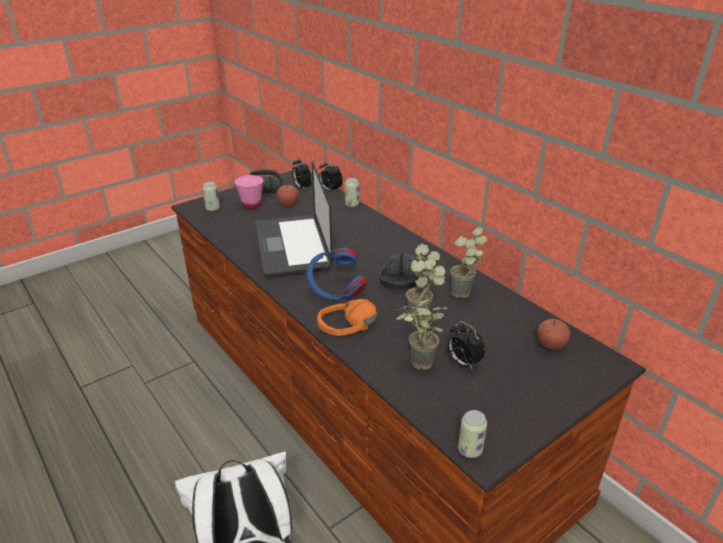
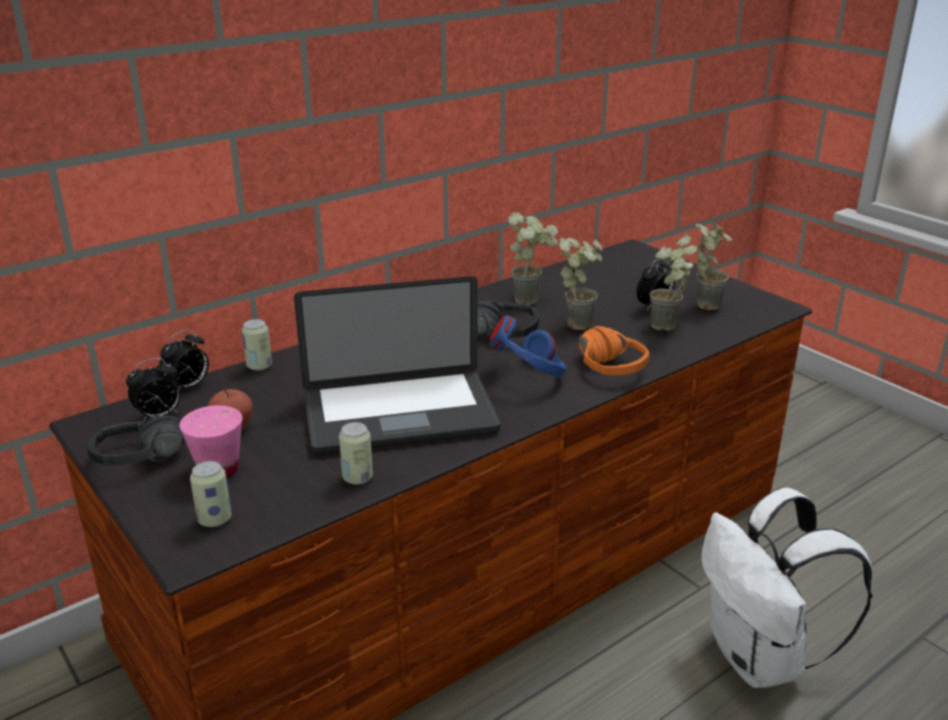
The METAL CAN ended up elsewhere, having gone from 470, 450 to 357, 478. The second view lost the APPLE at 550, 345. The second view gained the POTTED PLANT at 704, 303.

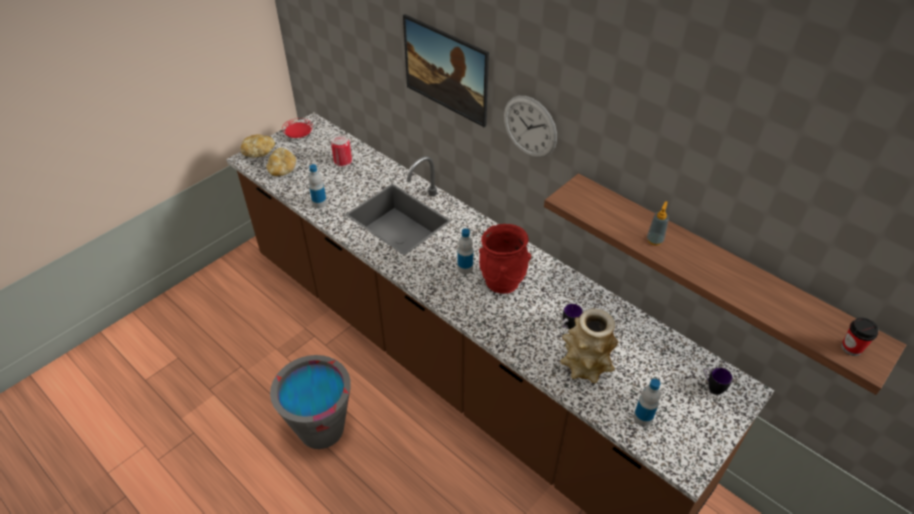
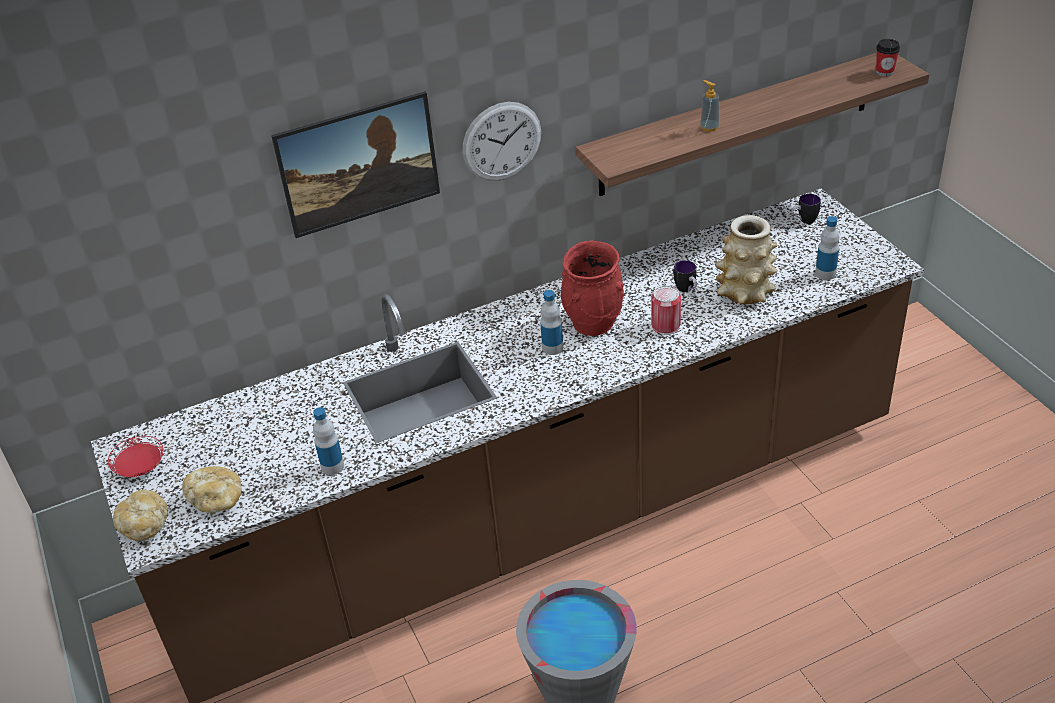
The METAL CAN ended up elsewhere, having gone from 343, 161 to 665, 325.

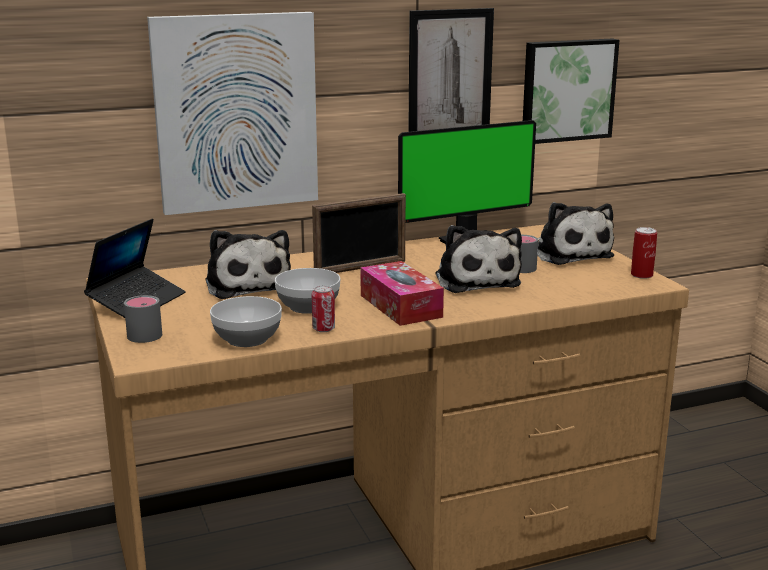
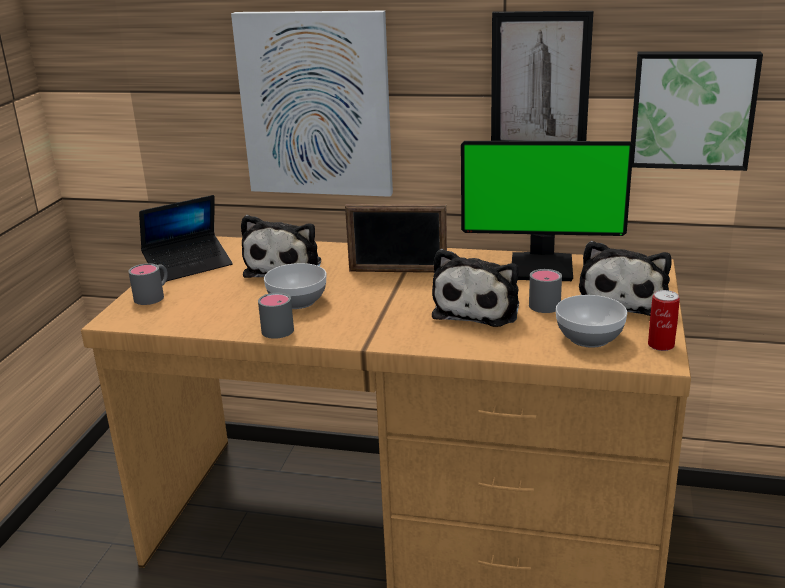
The SERVING BOWL ended up elsewhere, having gone from 248, 338 to 590, 338. Where the METAL CAN stood at 323, 329, the GREY COFFEE MUG came to stand at 274, 327. The second view lost the TISSUE HOLDER at 400, 306.

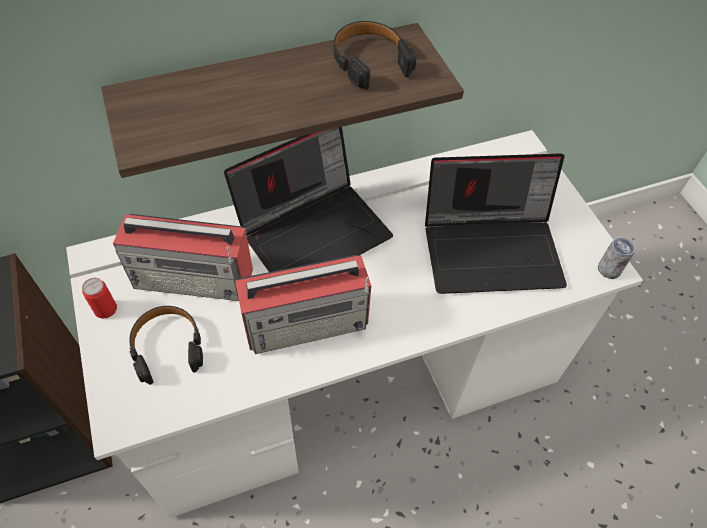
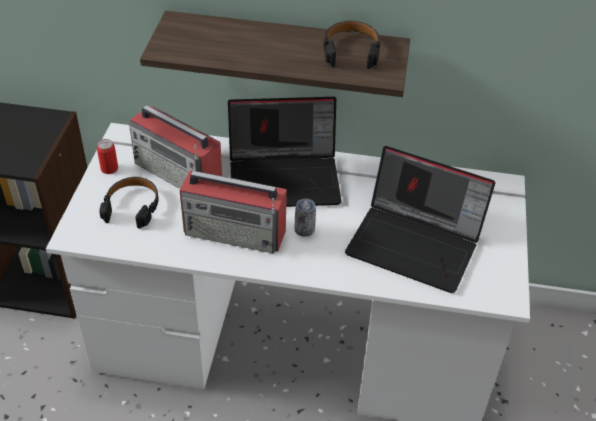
The METAL CAN ended up elsewhere, having gone from 608, 270 to 304, 230.

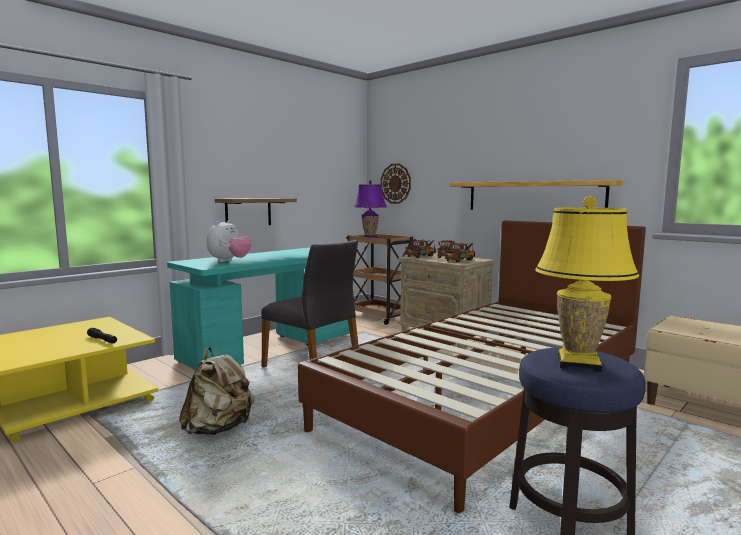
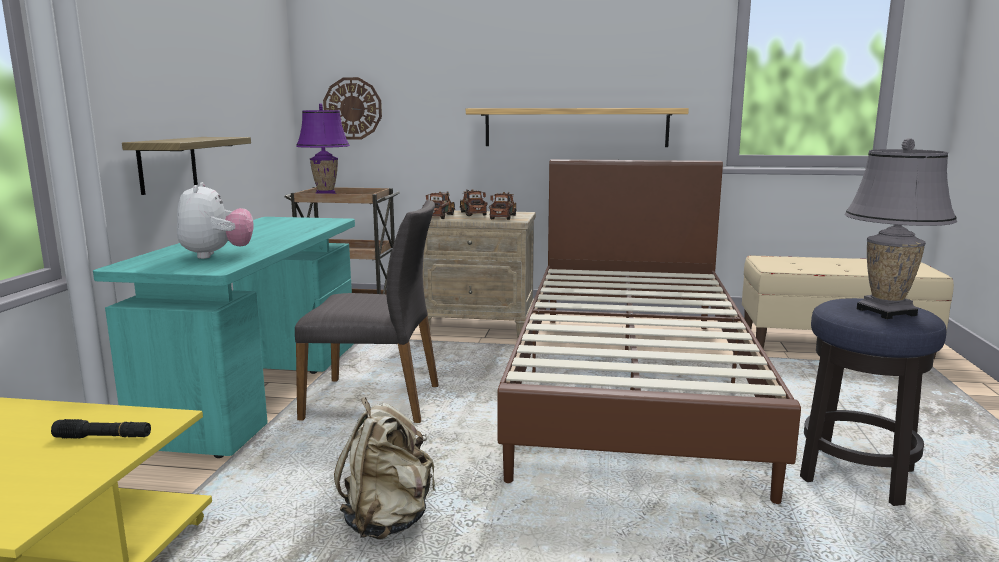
What was the YELLOWISH LAMP FOR A TABLE at 578, 363 turned into the GREY LAMP FOR A TABLE at 886, 312.

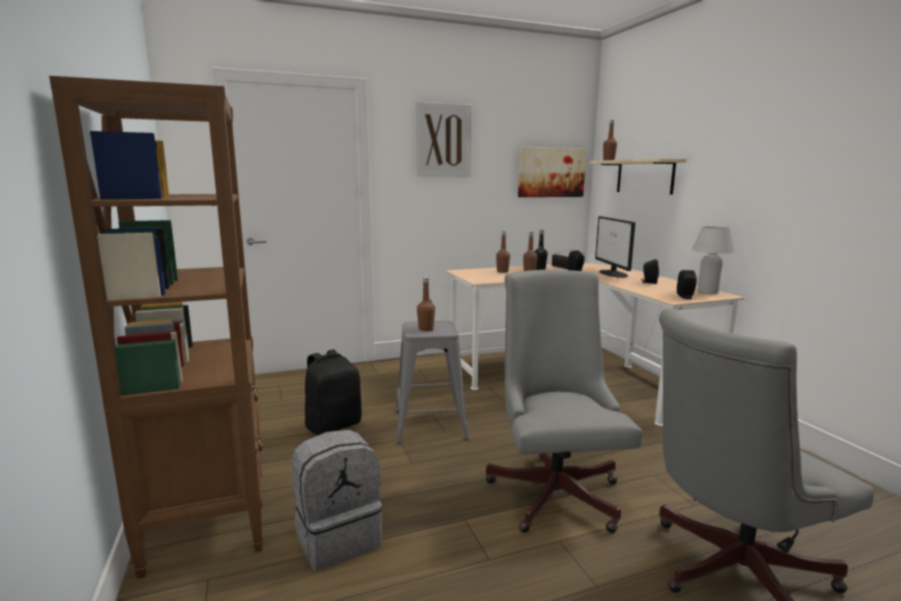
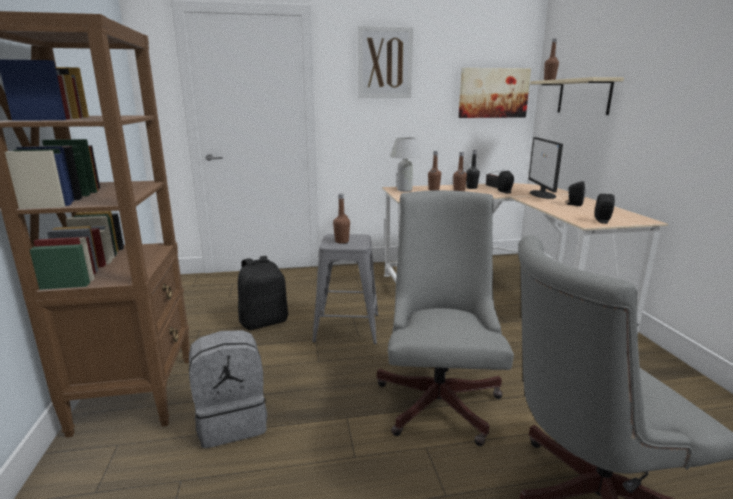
The WHITE LAMP FOR A TABLE ended up elsewhere, having gone from 707, 292 to 404, 190.

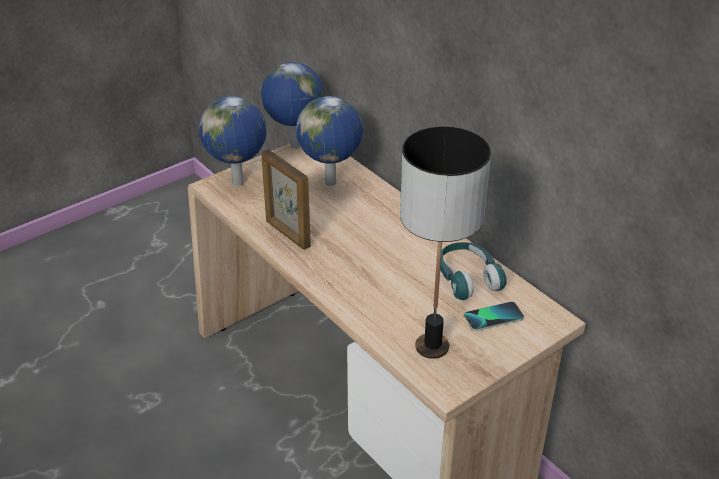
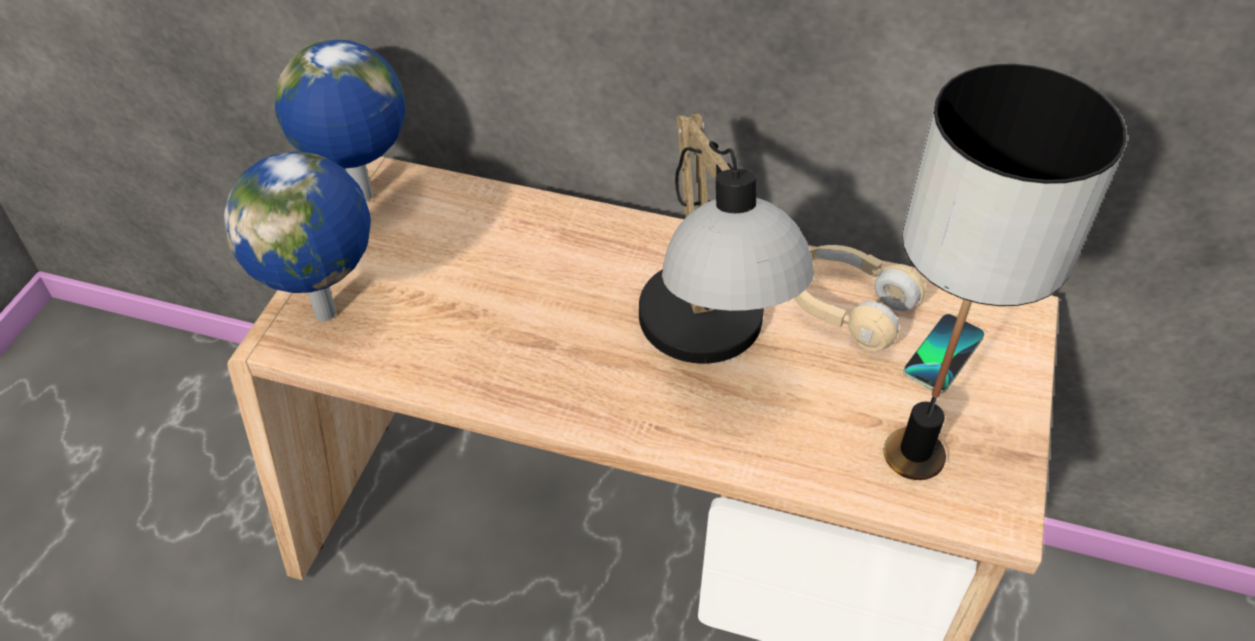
The second view lost the PICTURE FRAME at 287, 234. The second view lost the GLOBE at 332, 183. What was the TURQUOISE-COLOURED HEADSET at 467, 279 turned into the BEIGE-COLOURED HEADSET at 848, 307. The second view gained the LAMP FOR A TABLE at 710, 343.

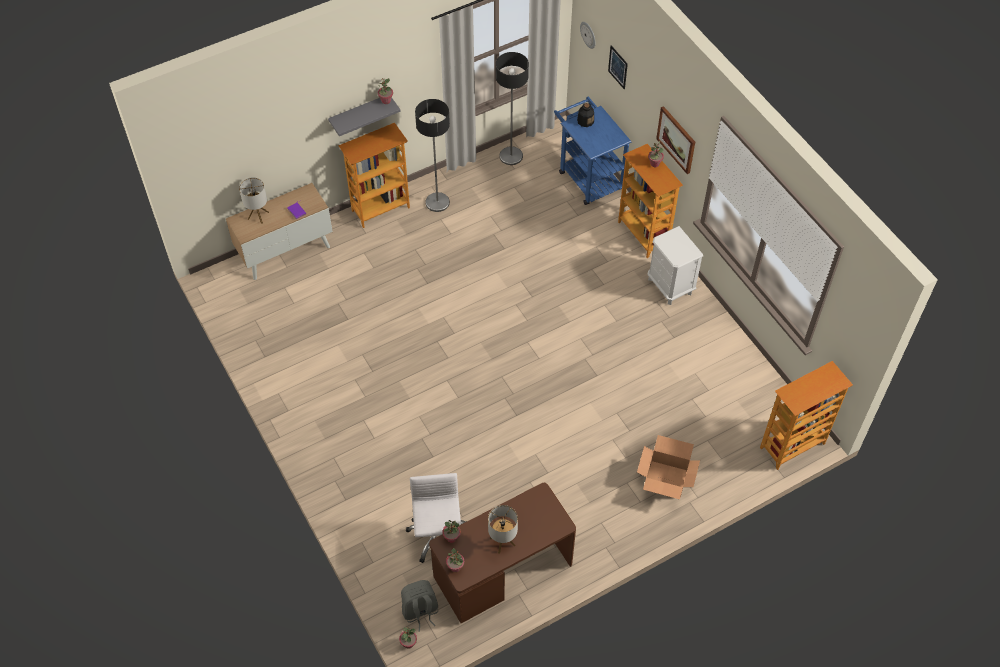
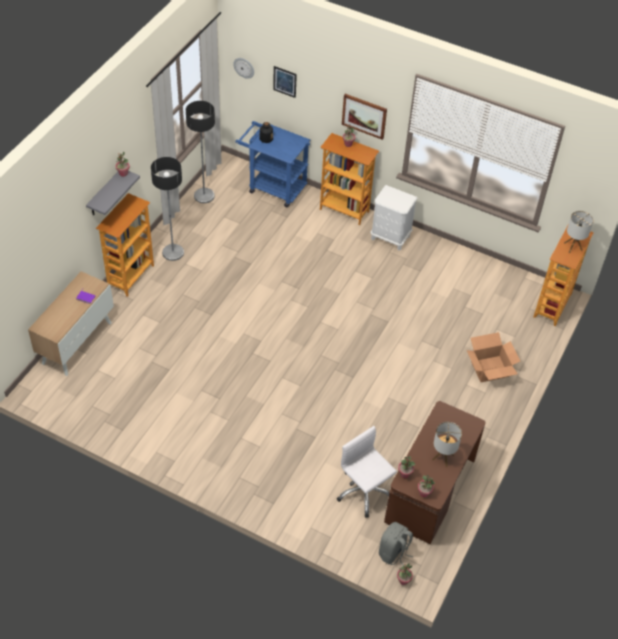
The LAMP FOR A TABLE ended up elsewhere, having gone from 258, 215 to 573, 246.

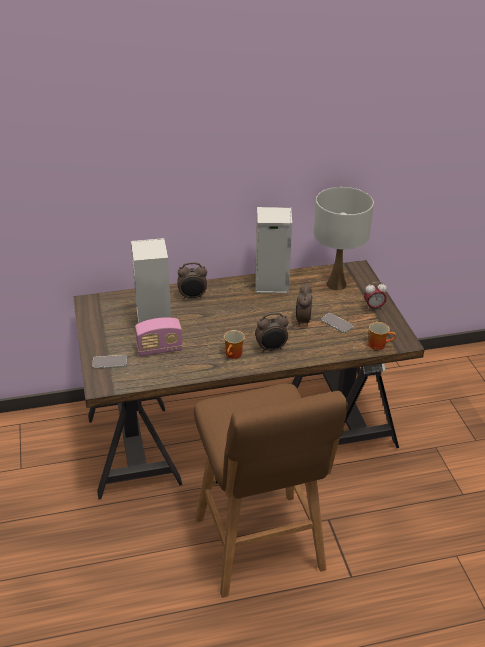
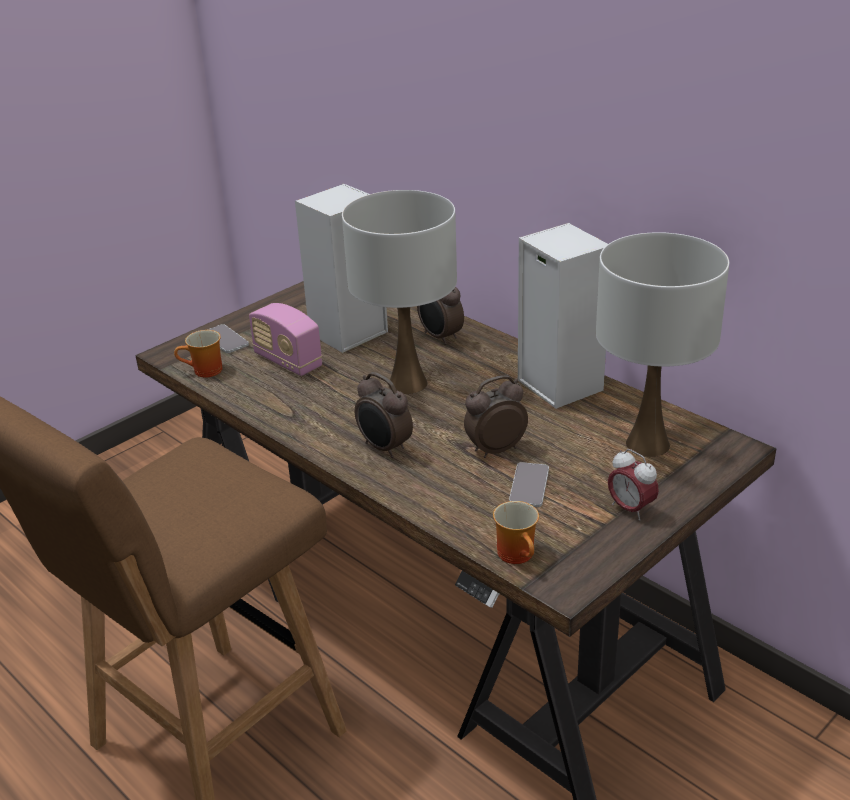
The COFFEE MUG ended up elsewhere, having gone from 234, 355 to 204, 372. The second view gained the WHITE LAMP FOR A TABLE at 407, 383.

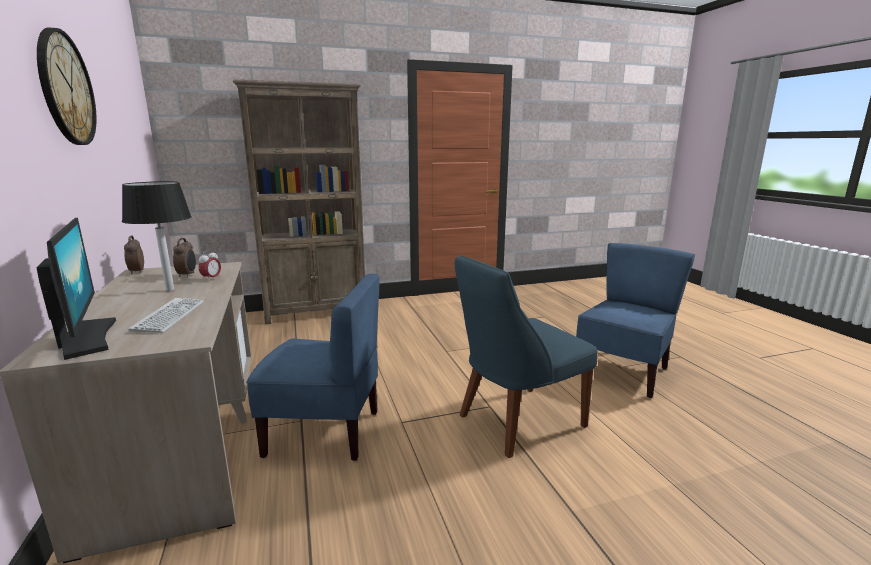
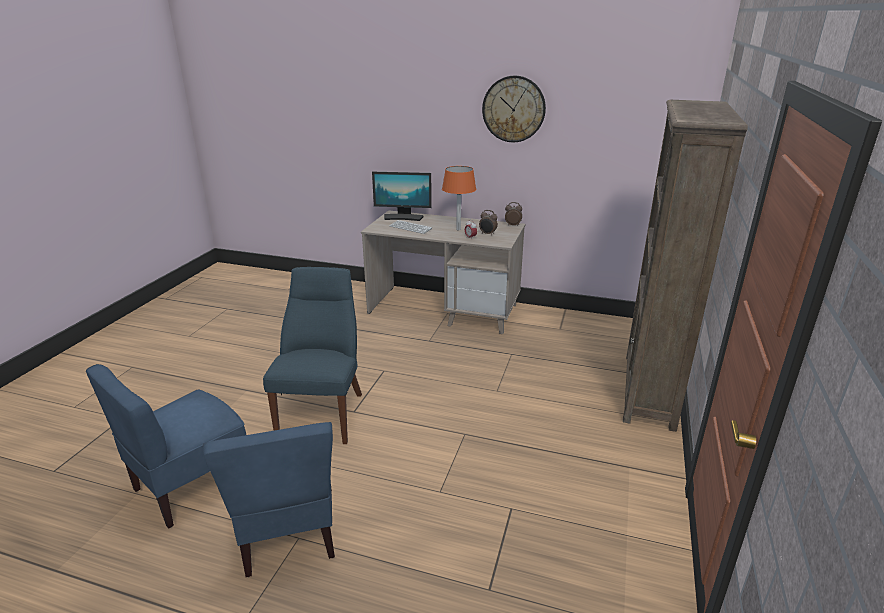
What was the BLACK-COLOURED LAMP FOR A TABLE at 170, 290 turned into the ORANGEY LAMP FOR A TABLE at 458, 229. The BLUE PLAIN CHAIR ended up elsewhere, having gone from 324, 432 to 191, 485.

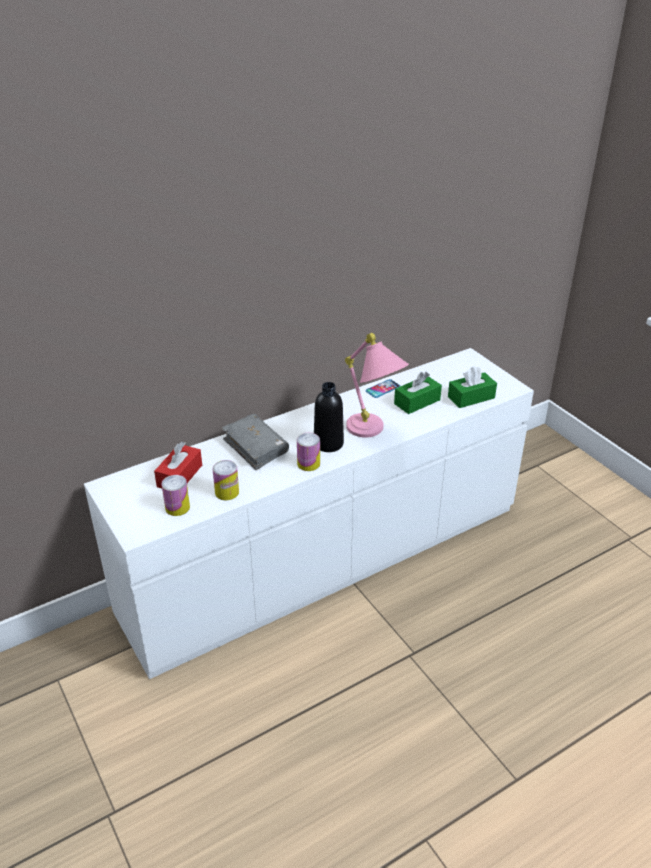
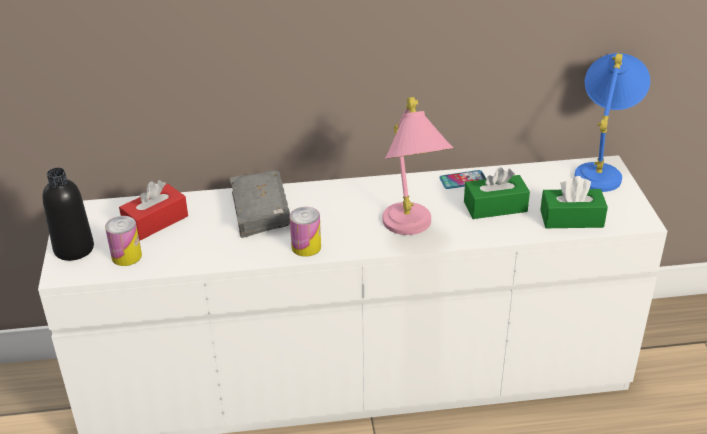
The second view lost the METAL CAN at 227, 492. The BLACK-COLOURED DRINK BOTTLE ended up elsewhere, having gone from 328, 443 to 74, 249. The second view gained the BLUE LAMP FOR A TABLE at 601, 169.

